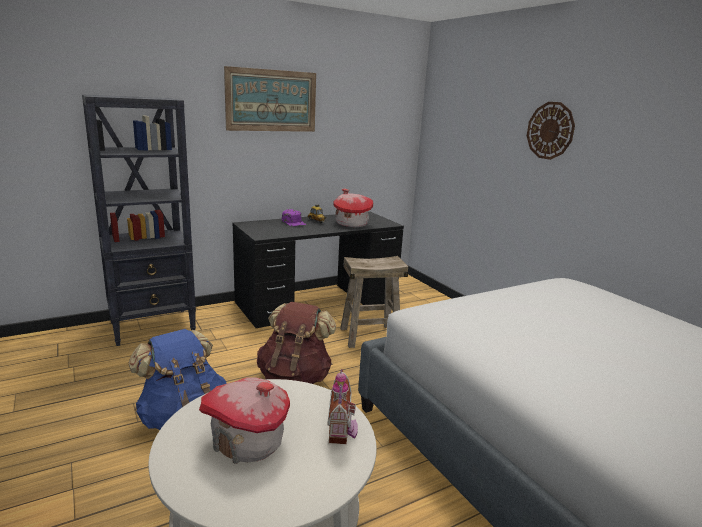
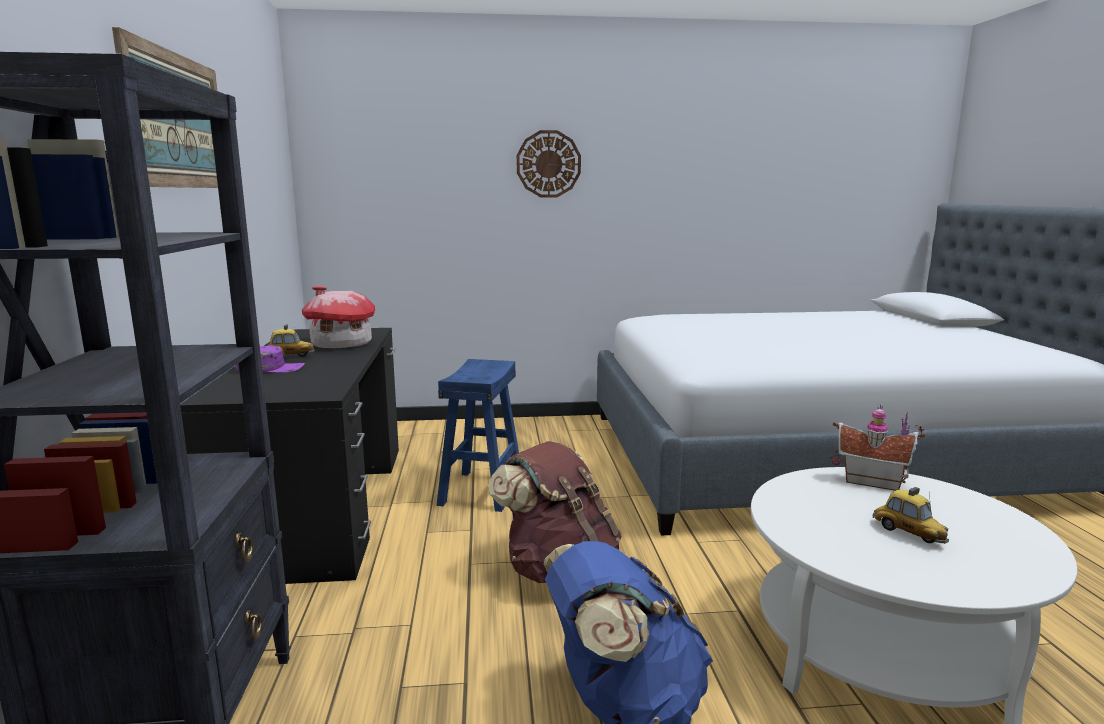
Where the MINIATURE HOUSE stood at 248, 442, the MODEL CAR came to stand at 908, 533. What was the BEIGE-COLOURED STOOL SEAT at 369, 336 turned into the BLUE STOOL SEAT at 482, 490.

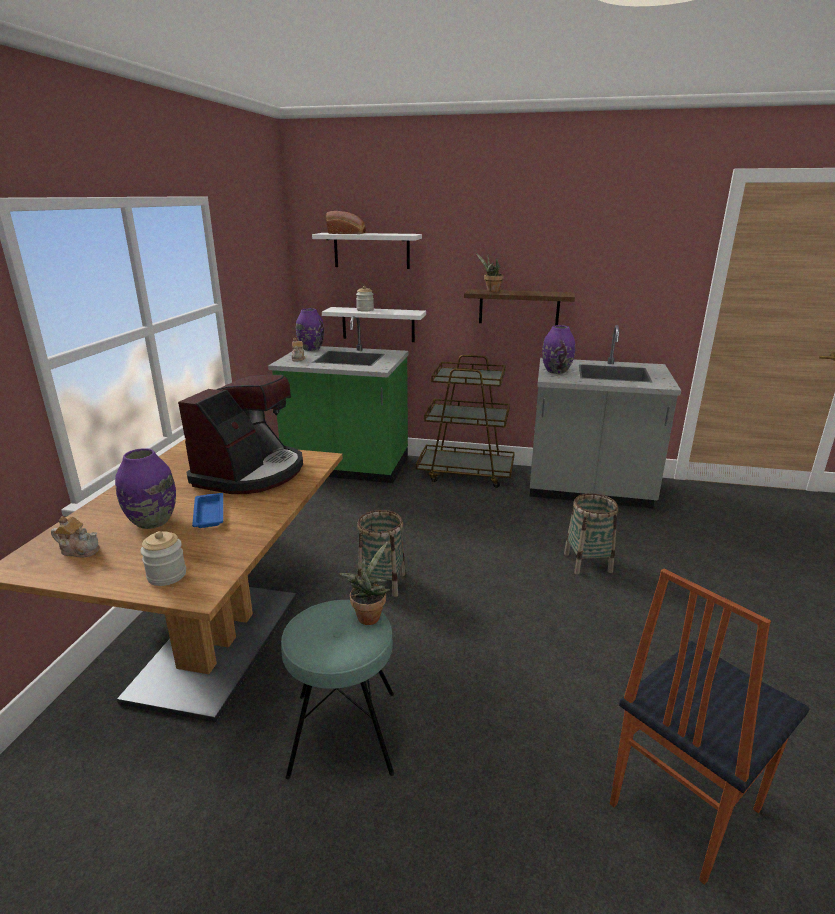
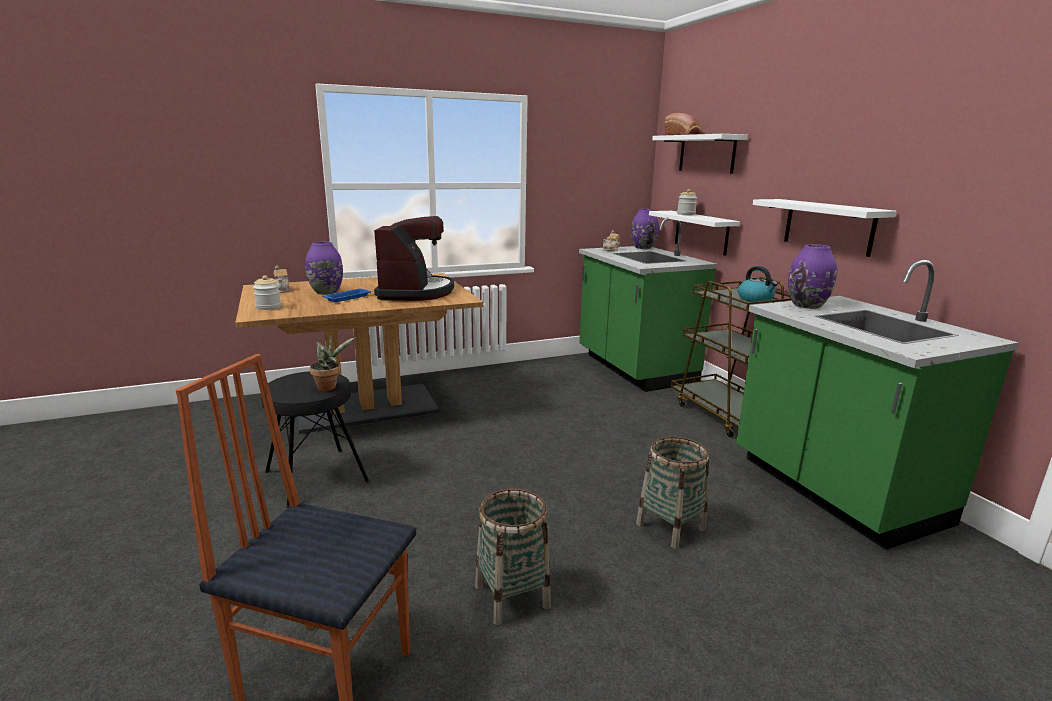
The COFFEE BREWER at 250, 473 ended up facing another way, 75 degrees counterclockwise from before. What was the TURQUOISE-COLOURED STOOL SEAT at 343, 732 turned into the BLACK-COLOURED STOOL SEAT at 316, 476. The HOUSEHOLD BASKET ended up elsewhere, having gone from 381, 582 to 511, 596. What was the BROWN-COLOURED WALL SHELF at 519, 307 turned into the WHITE WALL SHELF at 828, 226. The second view lost the POTTED PLANT at 491, 291. What was the GREY KITCHEN COUNTER at 588, 490 turned into the GREENISH KITCHEN COUNTER at 833, 491. The second view gained the WATER KETTLE at 755, 299.

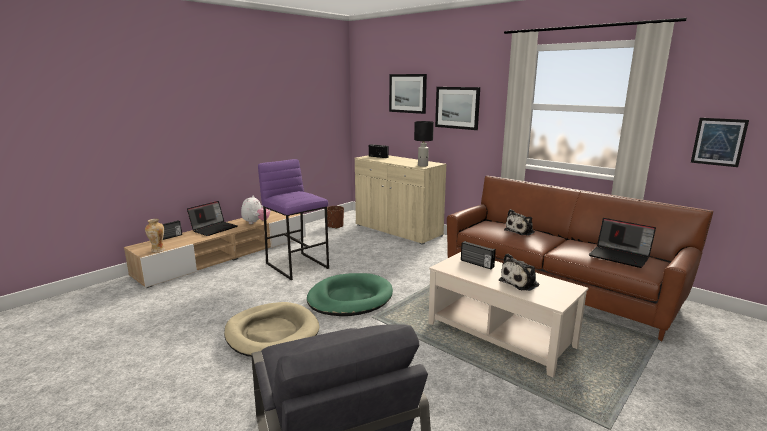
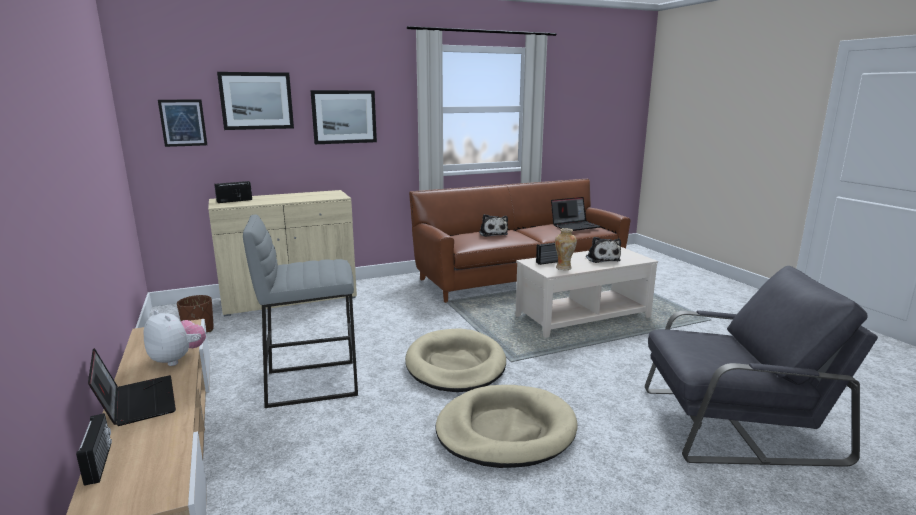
The DECORATIVE VASE ended up elsewhere, having gone from 157, 250 to 564, 268. What was the PURPLE-COLOURED STOOL SEAT at 297, 265 turned into the GREY STOOL SEAT at 312, 382. What was the GREENISH PET BED at 350, 298 turned into the BEIGE-COLOURED PET BED at 455, 365. The second view lost the BLACK-COLOURED LAMP FOR A TABLE at 423, 165. The WALL PICTURE ended up elsewhere, having gone from 718, 142 to 183, 123.

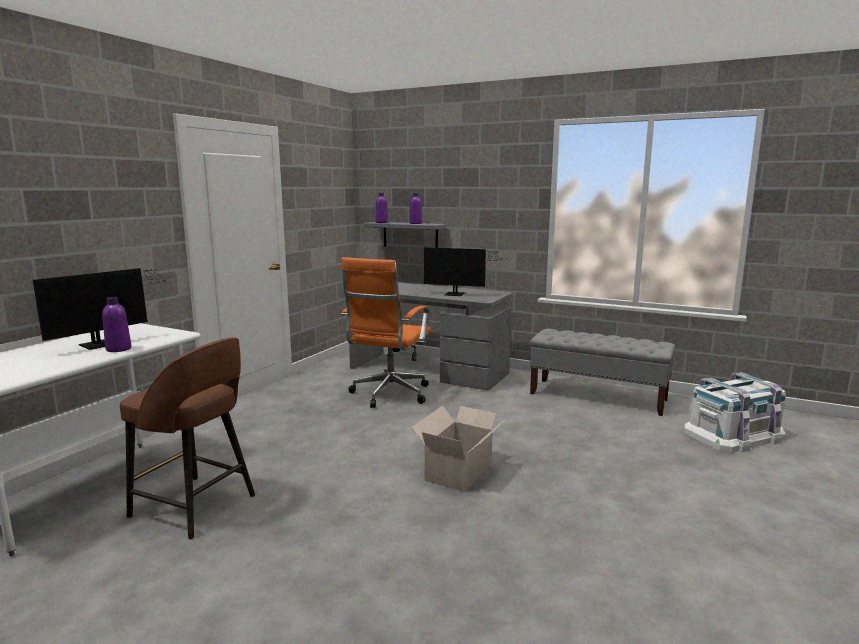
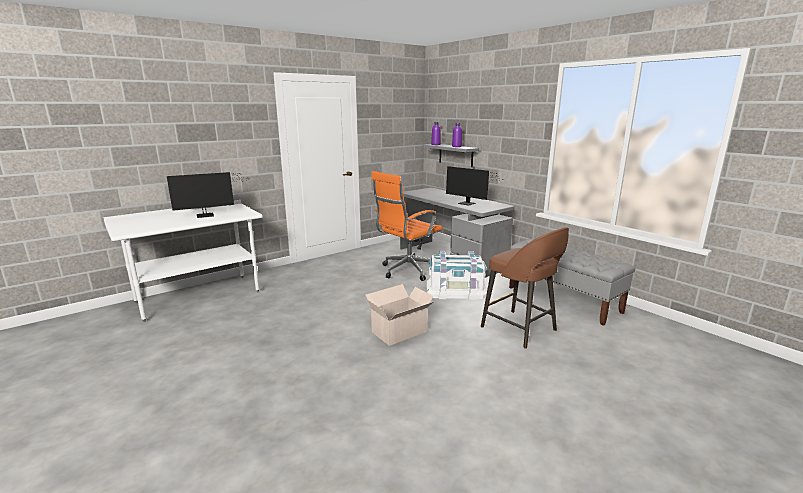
The second view lost the PURPLE-COLOURED DRINK BOTTLE at 118, 349. The BROWN-COLOURED STOOL SEAT ended up elsewhere, having gone from 196, 507 to 520, 329. The WHITE STORAGE CONTAINER ended up elsewhere, having gone from 733, 434 to 455, 290.

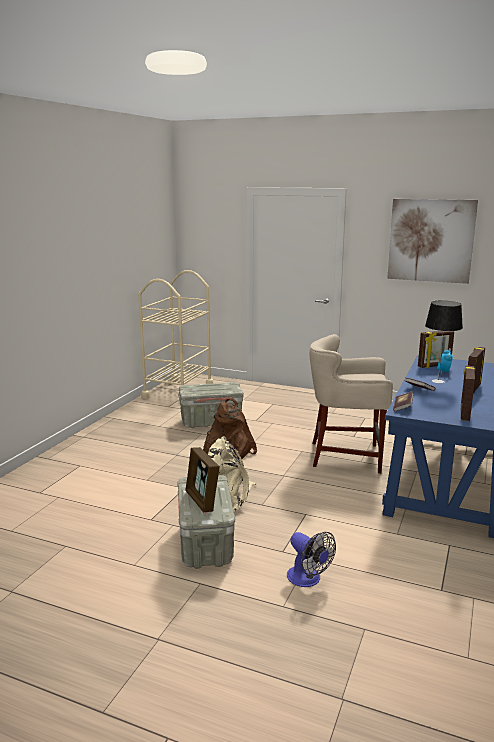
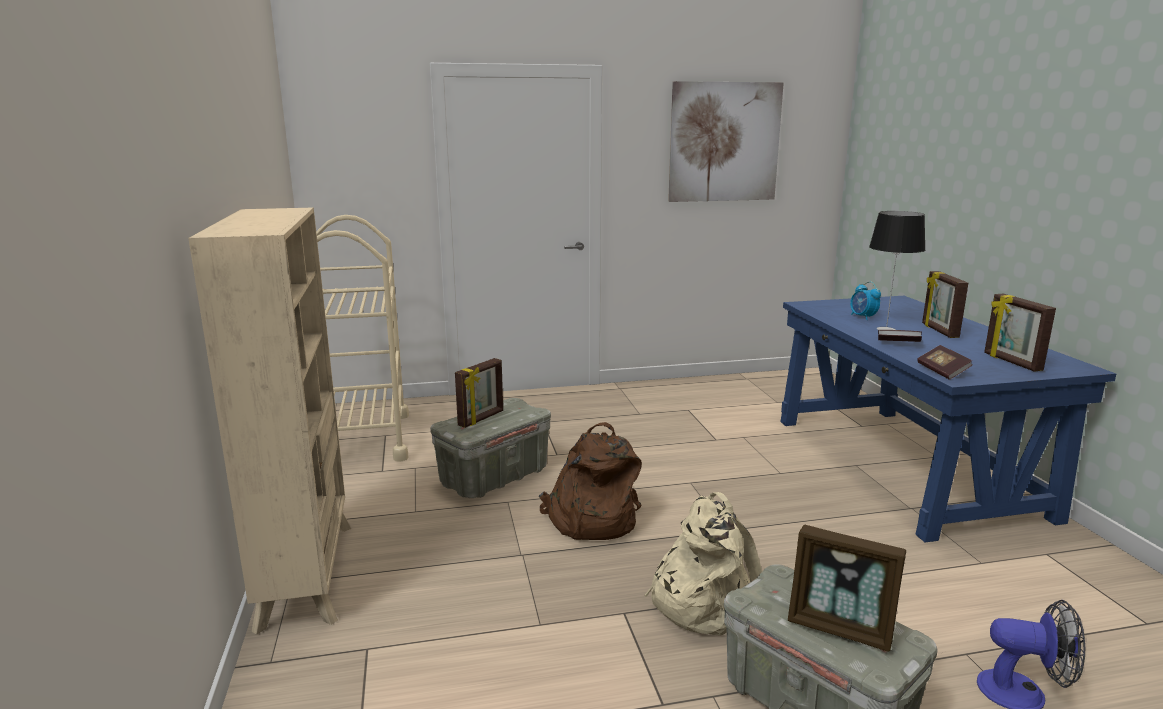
The second view lost the BEIGE-COLOURED STOOL SEAT at 347, 456. The PICTURE FRAME ended up elsewhere, having gone from 434, 366 to 481, 419. The second view gained the BEIGE-COLOURED BOOKSHELF at 307, 573.

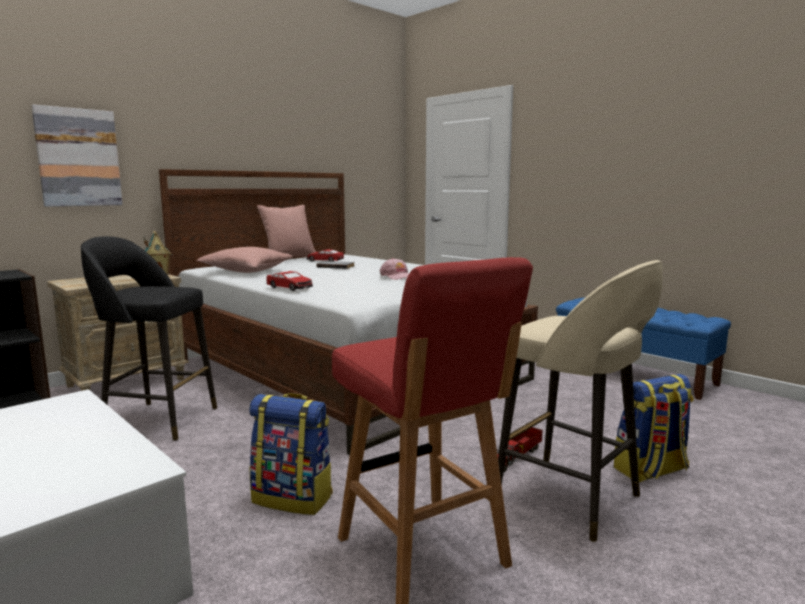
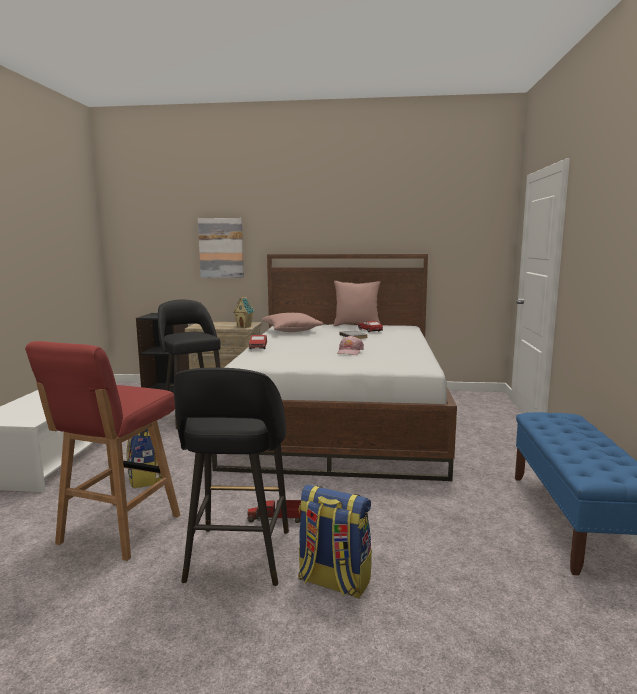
What was the BEIGE-COLOURED STOOL SEAT at 571, 498 turned into the BLACK-COLOURED STOOL SEAT at 237, 558.

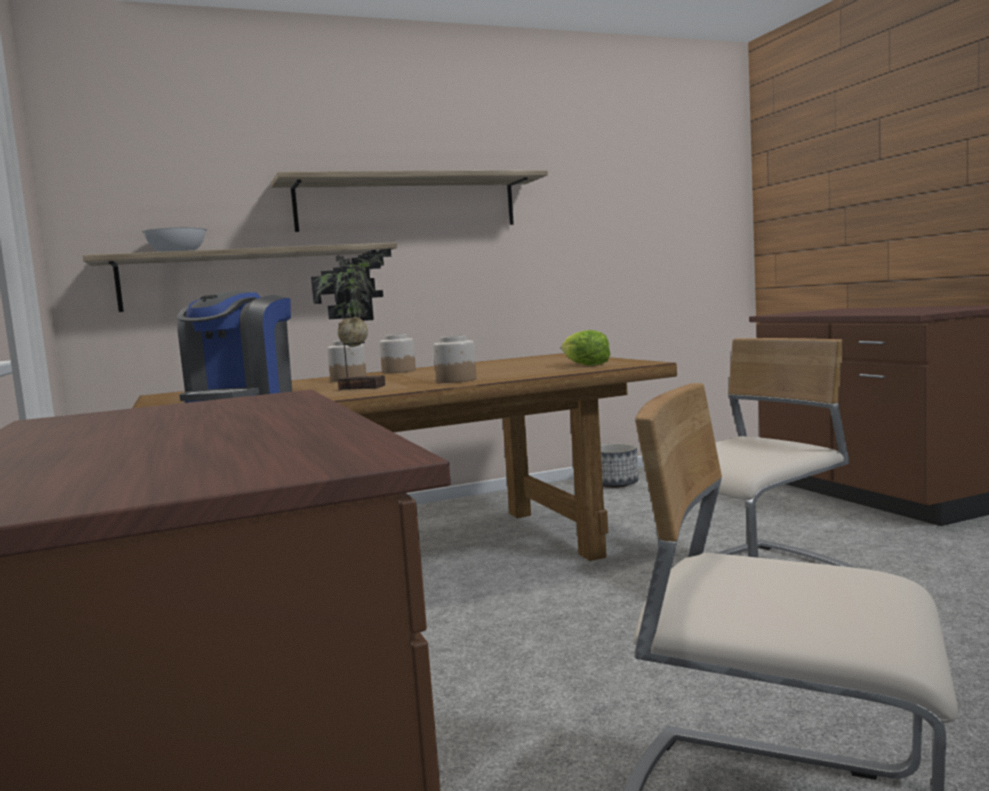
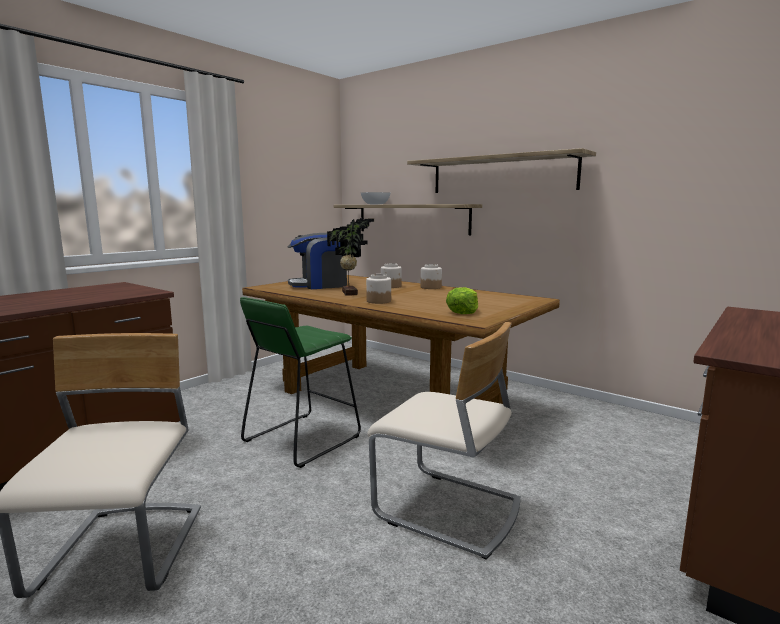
The second view lost the PLANTER at 616, 484. The second view gained the GREENISH STOOL SEAT at 301, 438.

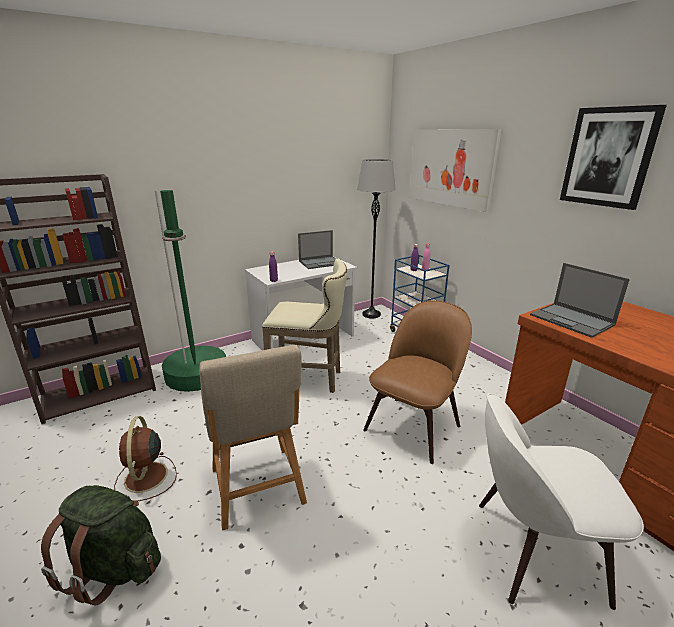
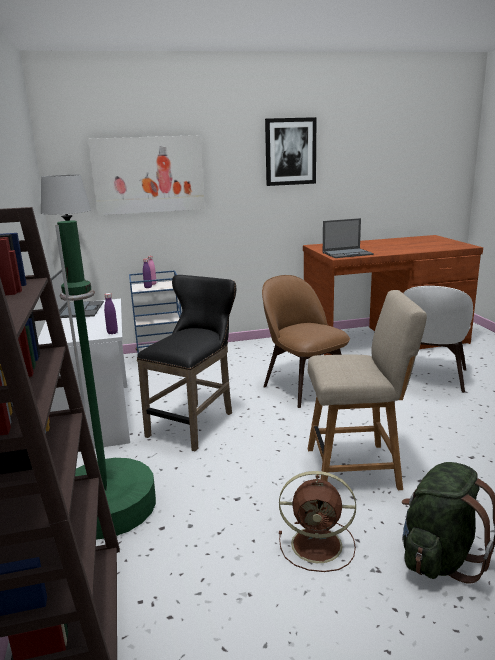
What was the BEIGE-COLOURED STOOL SEAT at 309, 379 turned into the BLACK-COLOURED STOOL SEAT at 196, 423.

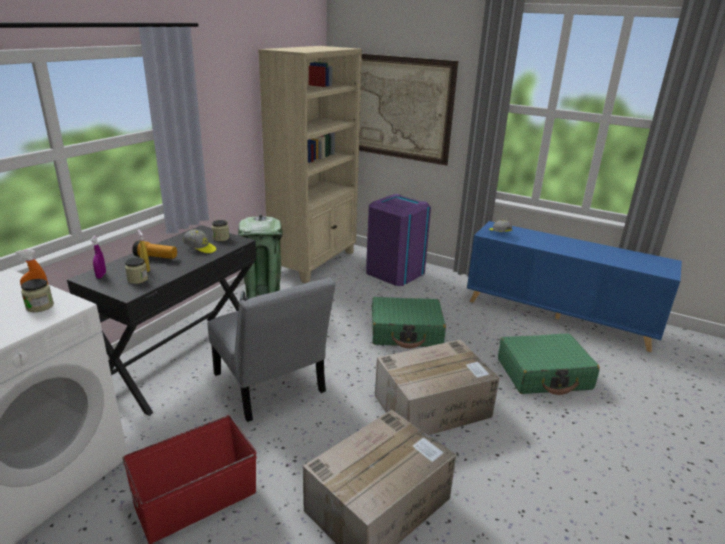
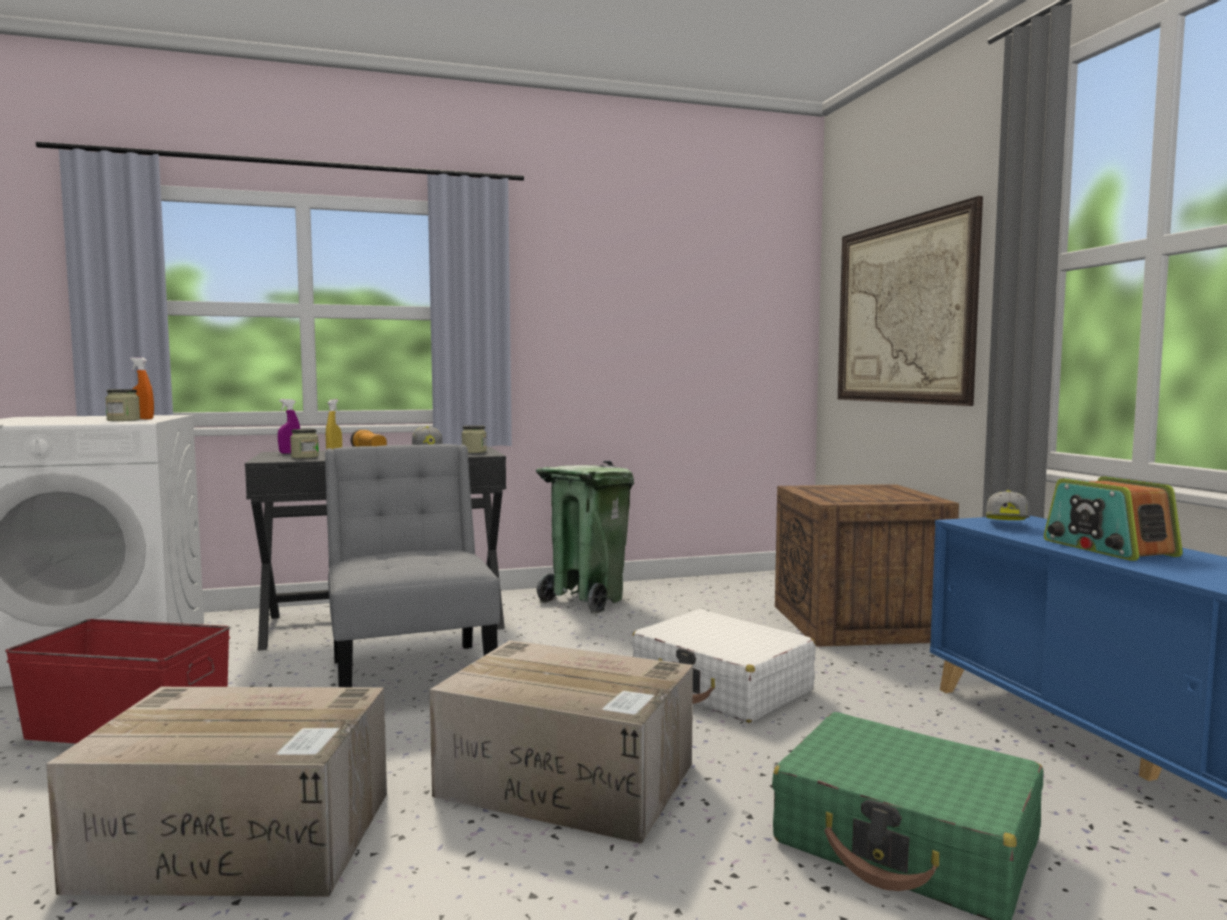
The GREY PLAIN CHAIR at 271, 387 ended up facing another way, 150 degrees clockwise from before. The second view lost the BEIGE-COLOURED BOOKSHELF at 315, 262. Where the PURPLE-COLOURED WASTE BIN stood at 395, 272, the PACKING CRATE came to stand at 854, 622. What was the GREENISH SUITCASE at 406, 332 turned into the WHITE SUITCASE at 722, 687. The second view gained the RADIO RECEIVER at 1108, 548.

